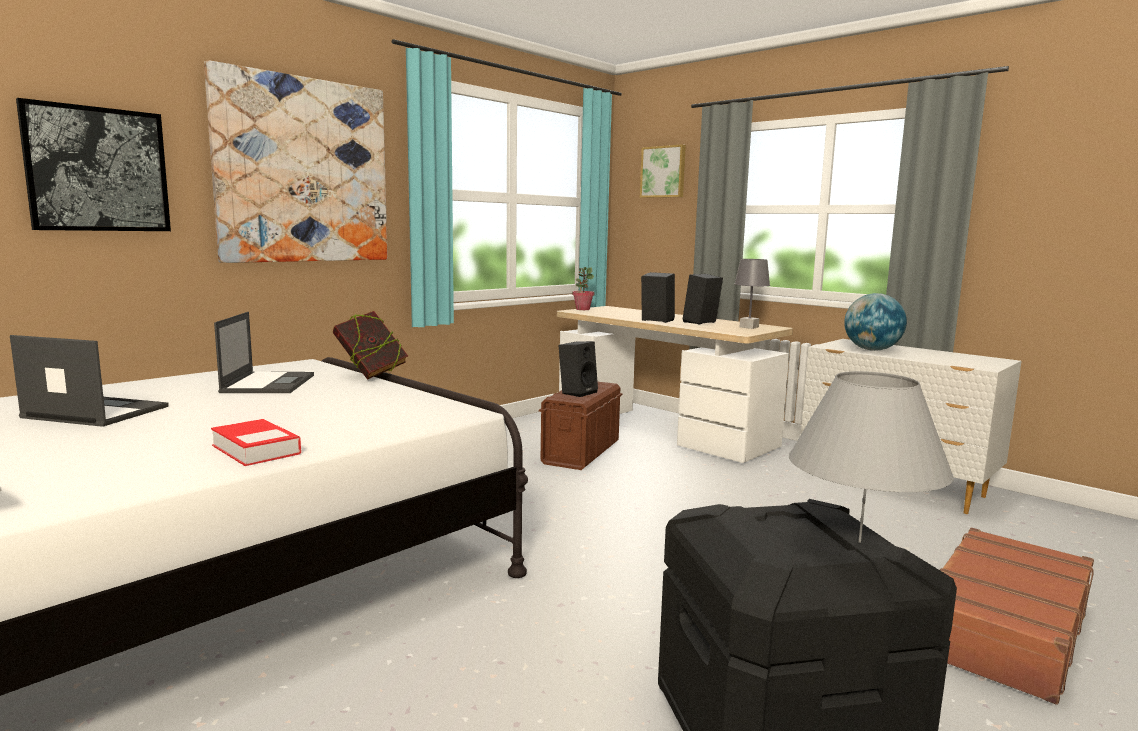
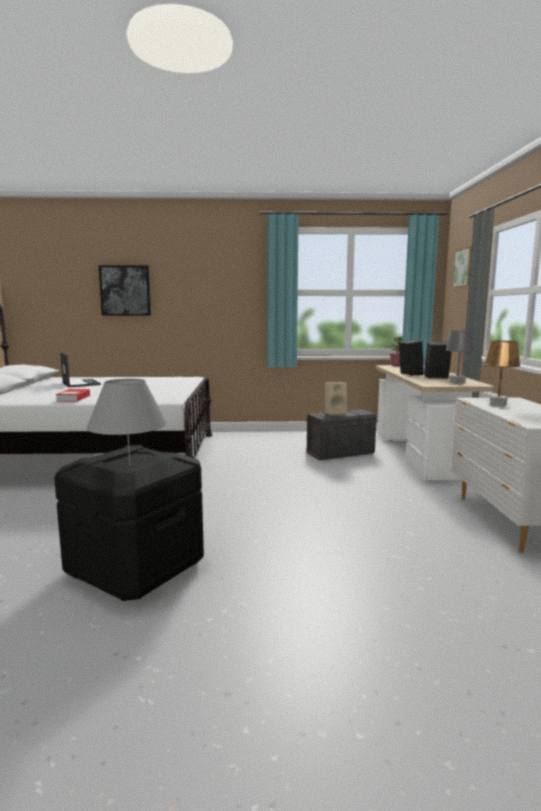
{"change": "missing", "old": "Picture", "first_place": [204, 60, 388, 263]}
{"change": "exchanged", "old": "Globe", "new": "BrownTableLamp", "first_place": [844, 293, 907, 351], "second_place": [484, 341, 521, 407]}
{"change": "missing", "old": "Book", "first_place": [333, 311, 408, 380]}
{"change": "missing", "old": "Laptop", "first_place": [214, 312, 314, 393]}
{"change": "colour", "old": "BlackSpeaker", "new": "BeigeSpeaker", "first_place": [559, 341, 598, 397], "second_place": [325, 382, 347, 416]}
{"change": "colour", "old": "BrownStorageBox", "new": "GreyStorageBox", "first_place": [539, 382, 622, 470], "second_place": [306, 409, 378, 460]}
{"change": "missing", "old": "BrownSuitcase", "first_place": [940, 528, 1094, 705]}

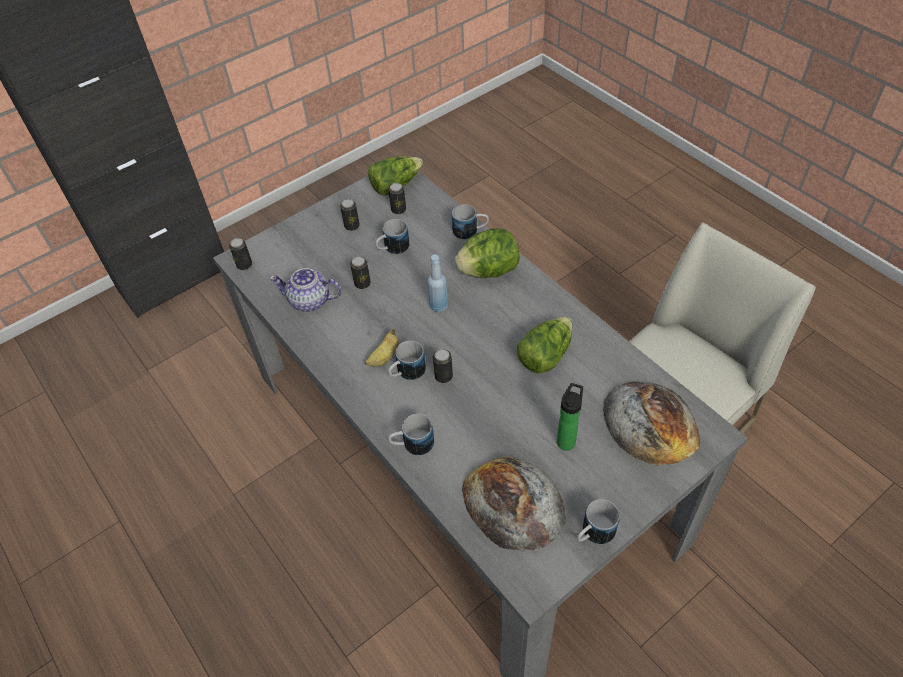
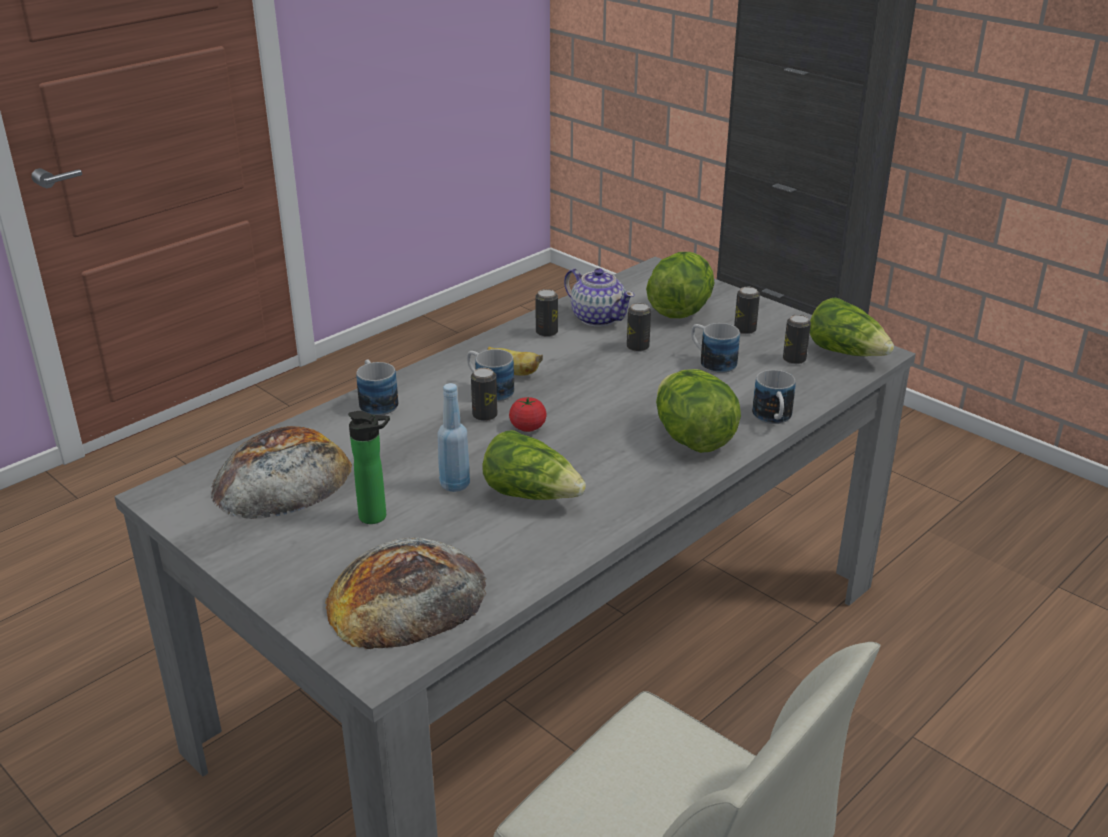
{"change": "relocated", "old": "Can", "first_place": [229, 238, 252, 270], "second_place": [535, 289, 558, 337]}
{"change": "relocated", "old": "BlueBottle", "first_place": [428, 254, 448, 312], "second_place": [437, 383, 470, 492]}
{"change": "spun", "old": "Teapot", "first_place": [269, 268, 342, 312], "second_place": [564, 268, 635, 327], "degrees": 135}
{"change": "missing", "old": "Mug", "first_place": [577, 499, 620, 544]}
{"change": "appeared", "new": "Lettuce", "second_place": [646, 252, 714, 318]}
{"change": "appeared", "new": "Tomato", "second_place": [509, 397, 547, 432]}

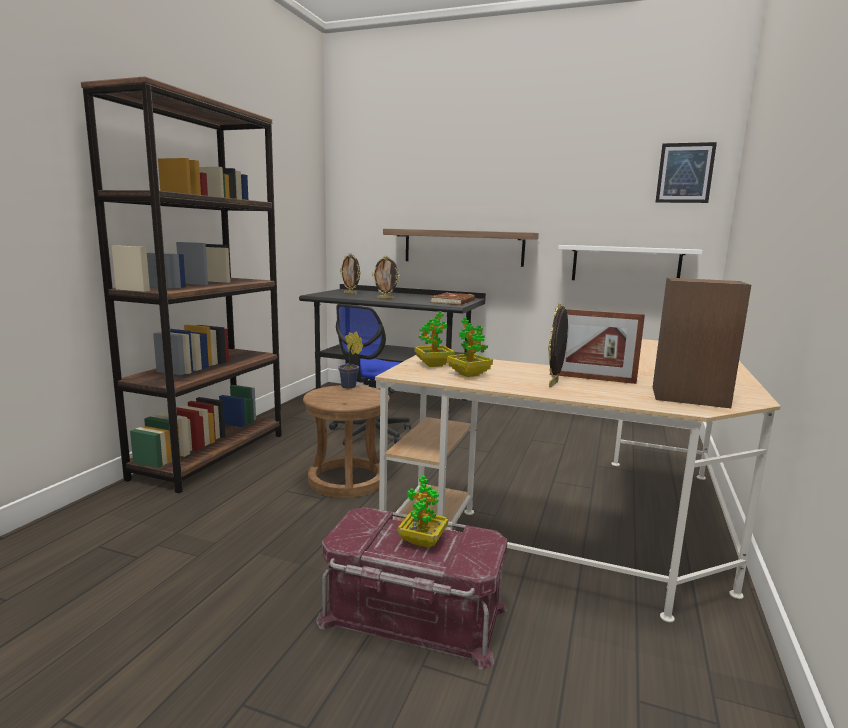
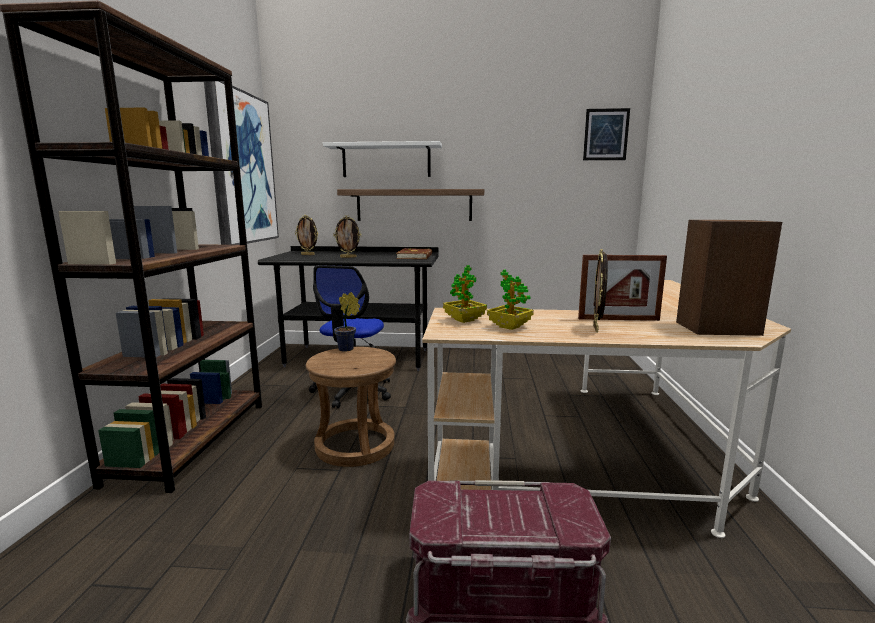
{"change": "relocated", "old": "WhiteShelf", "first_place": [558, 245, 703, 280], "second_place": [323, 141, 442, 177]}
{"change": "missing", "old": "PottedPlant", "first_place": [398, 476, 448, 547]}
{"change": "appeared", "new": "Picture", "second_place": [204, 81, 279, 245]}

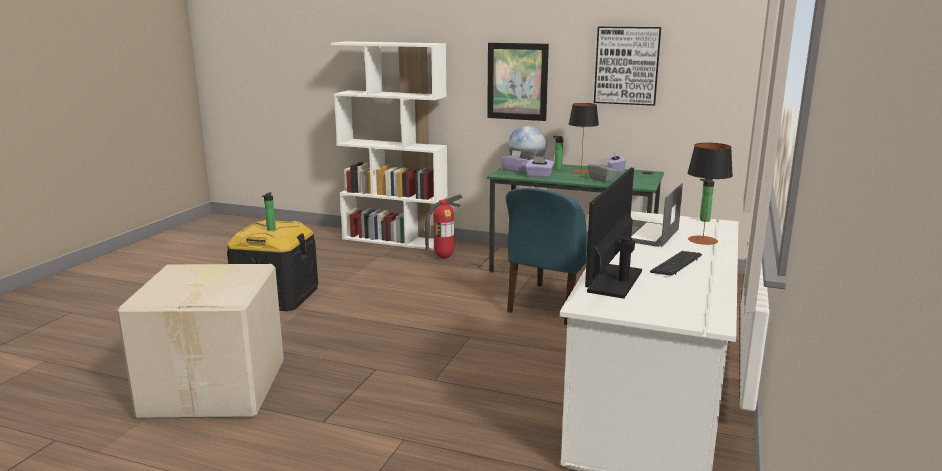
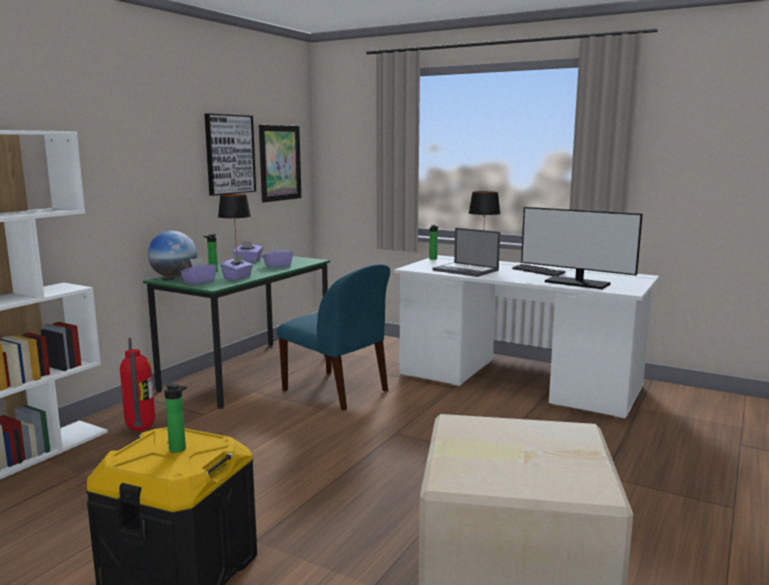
{"change": "relocated", "old": "Picture", "first_place": [487, 43, 549, 121], "second_place": [259, 125, 301, 203]}
{"change": "colour", "old": "GreyTissueBox", "new": "PurpleTissueBox", "first_place": [588, 158, 618, 182], "second_place": [262, 244, 293, 268]}

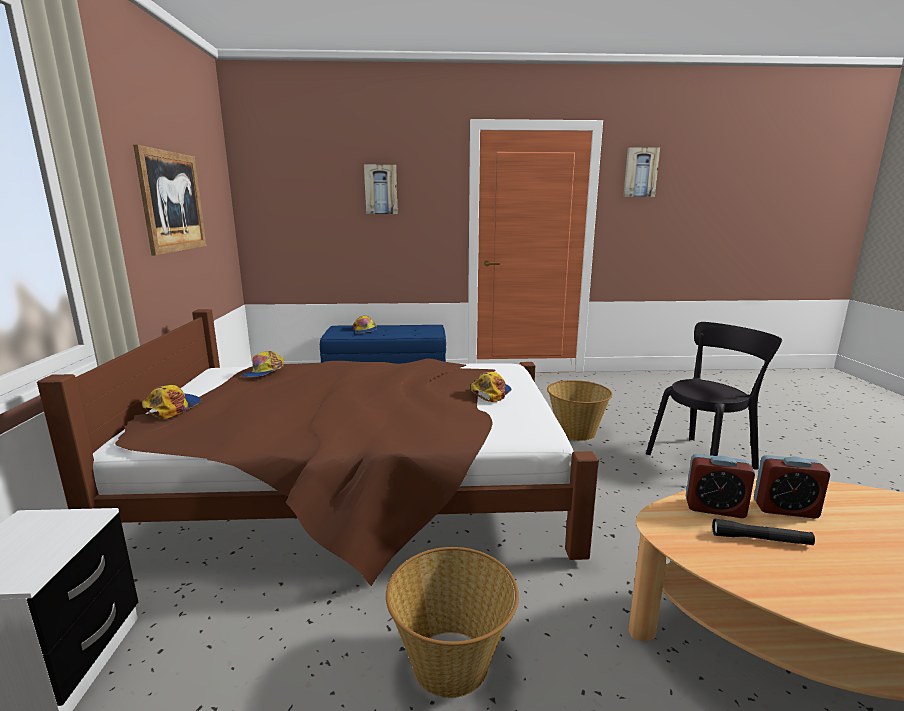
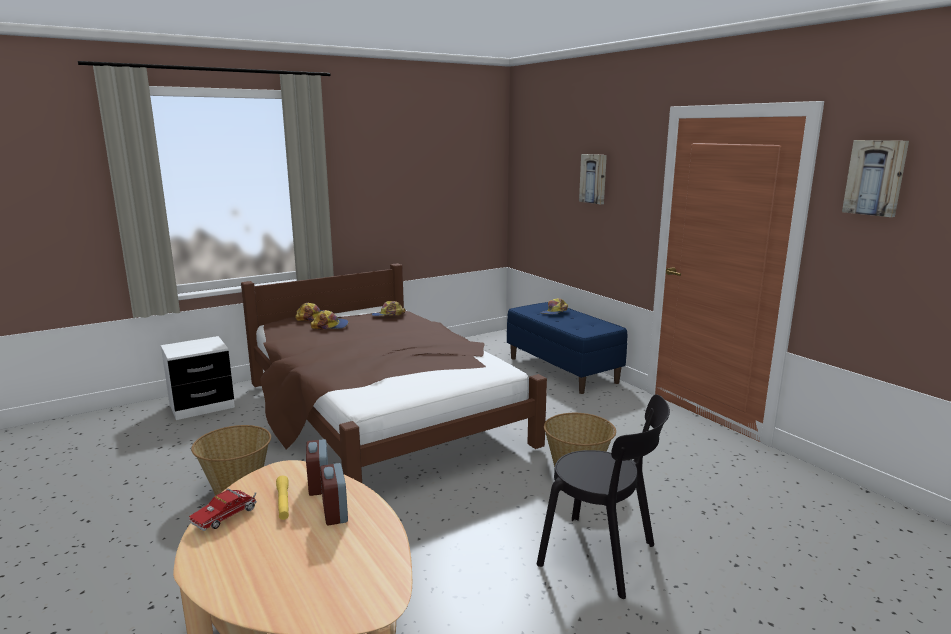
{"change": "missing", "old": "Picture", "first_place": [133, 145, 207, 255]}
{"change": "relocated", "old": "Cap", "first_place": [471, 372, 512, 402], "second_place": [310, 310, 349, 330]}
{"change": "colour", "old": "BlackFlashlight", "new": "YellowFlashlight", "first_place": [712, 518, 815, 545], "second_place": [276, 476, 289, 520]}
{"change": "appeared", "new": "ToyTruck", "second_place": [189, 488, 257, 531]}

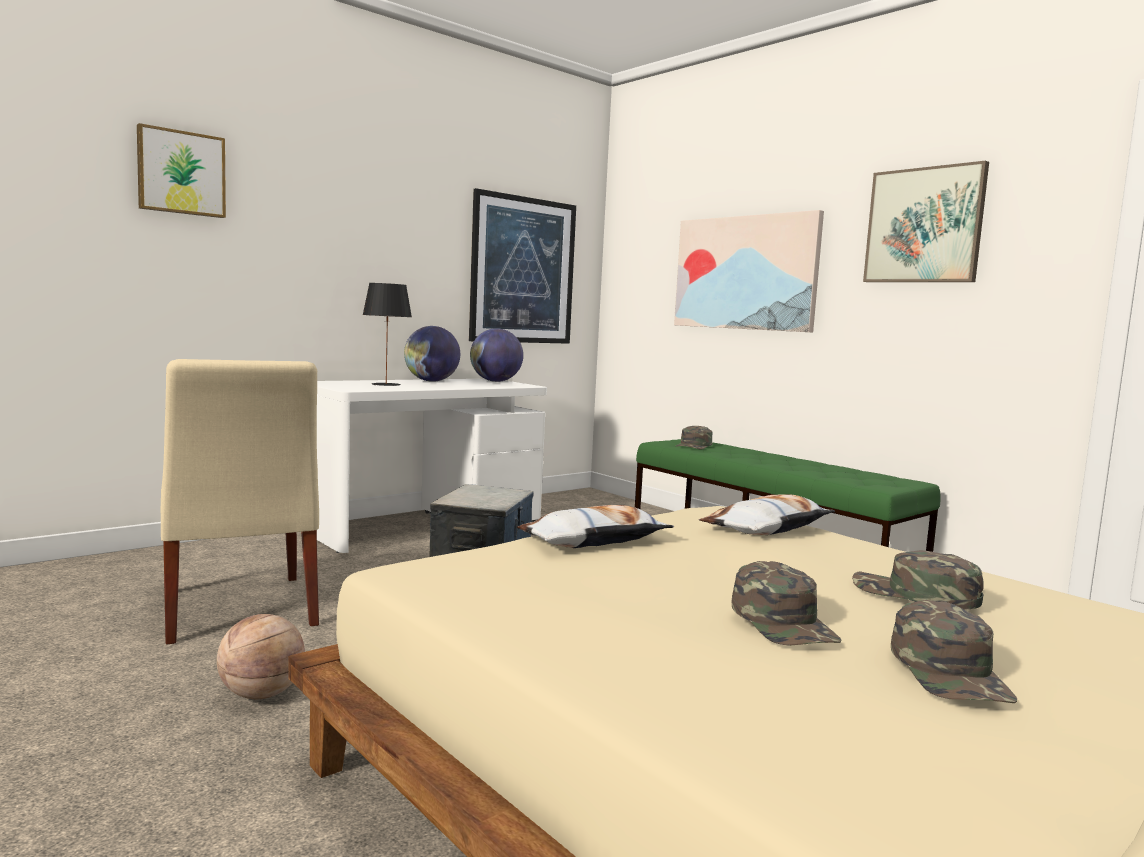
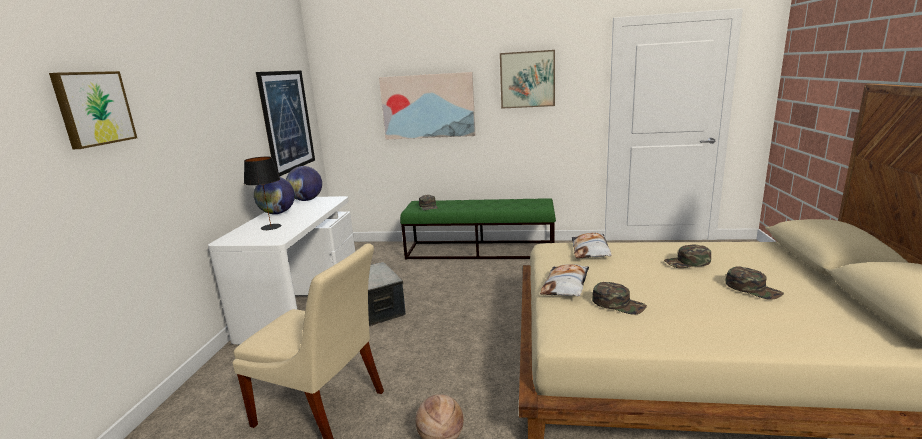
{"change": "relocated", "old": "GreenCap", "first_place": [732, 561, 841, 646], "second_place": [592, 282, 647, 315]}

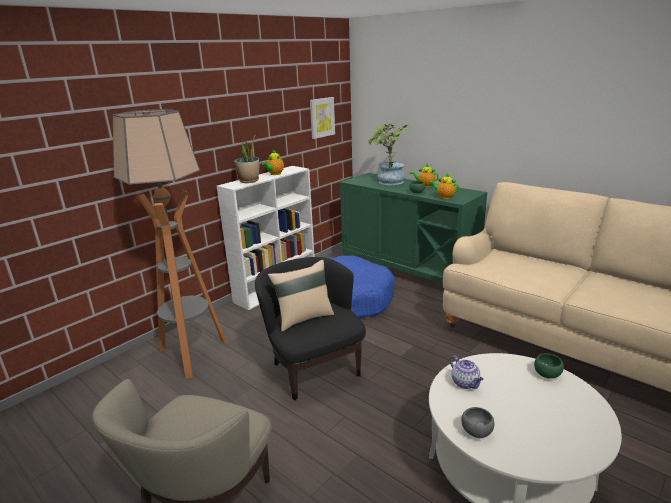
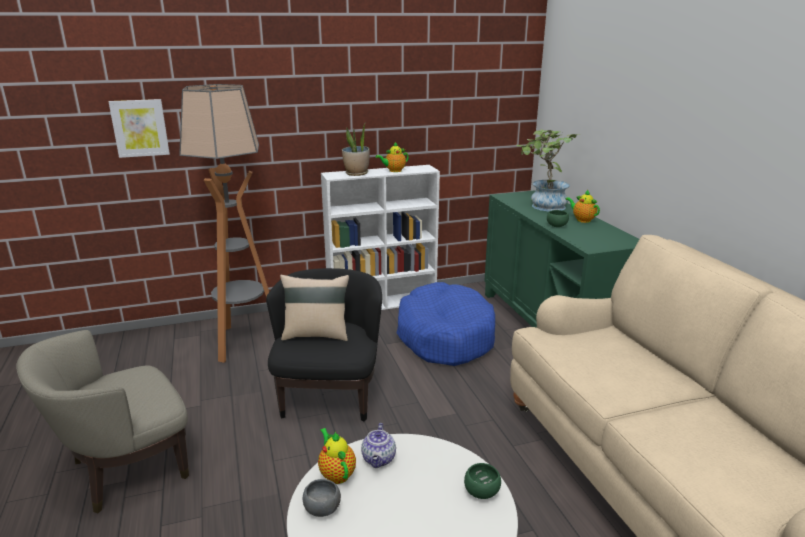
{"change": "relocated", "old": "Picture", "first_place": [310, 97, 335, 139], "second_place": [109, 99, 170, 158]}
{"change": "relocated", "old": "Teapot", "first_place": [429, 173, 459, 199], "second_place": [318, 428, 356, 484]}

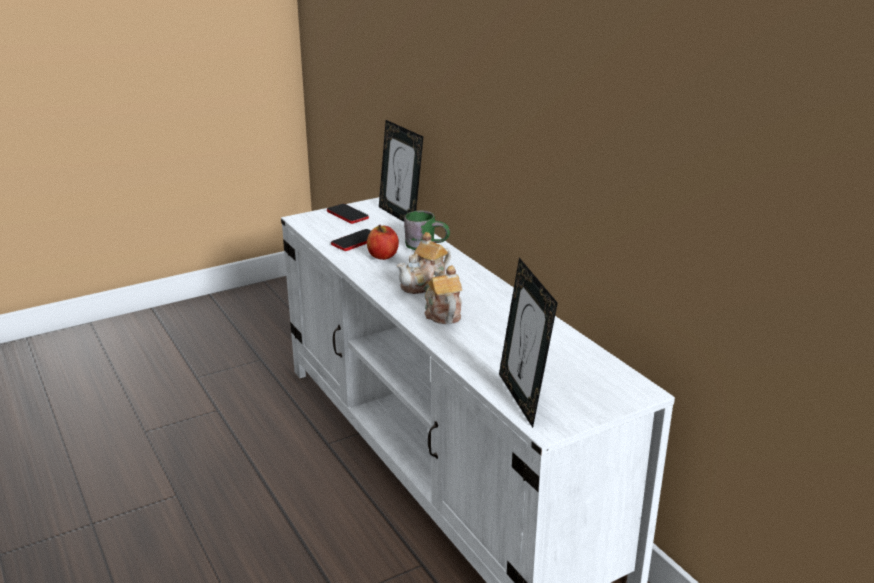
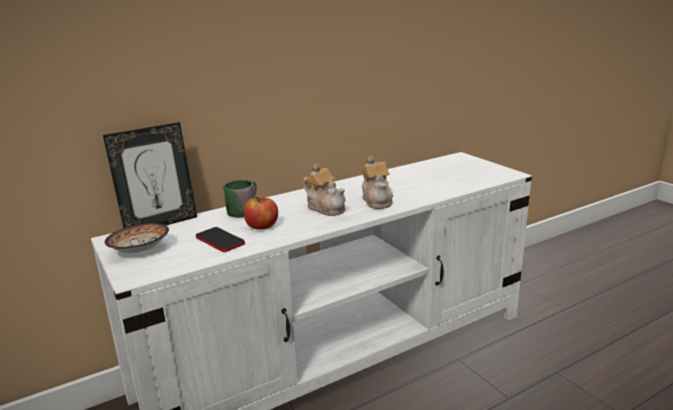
{"change": "exchanged", "old": "Phone", "new": "Bowl", "first_place": [327, 204, 369, 224], "second_place": [105, 223, 169, 253]}
{"change": "missing", "old": "PictureFrame", "first_place": [499, 258, 558, 428]}
{"change": "spun", "old": "Teapot", "first_place": [425, 265, 462, 324], "second_place": [361, 156, 393, 209], "degrees": -90}

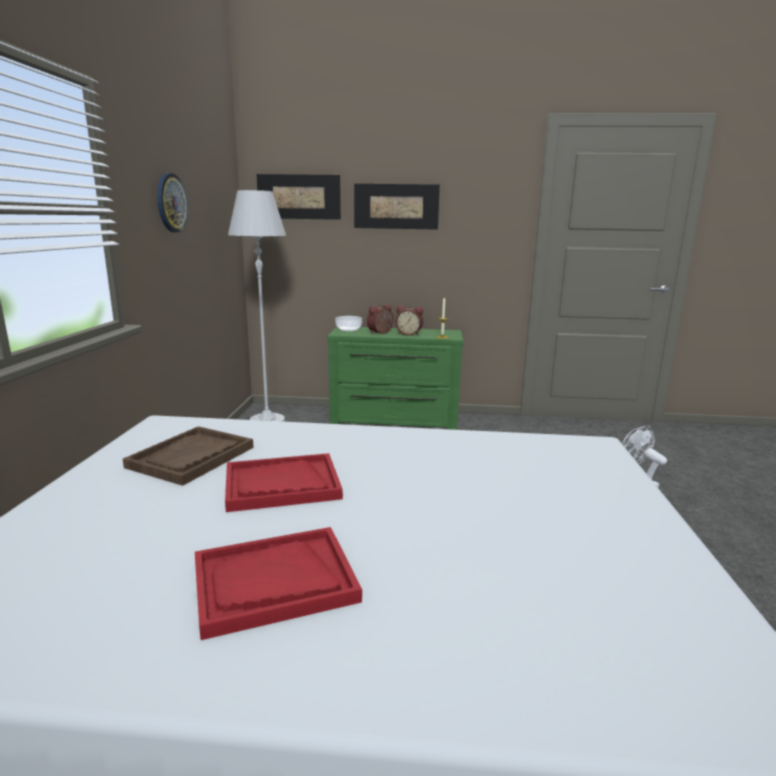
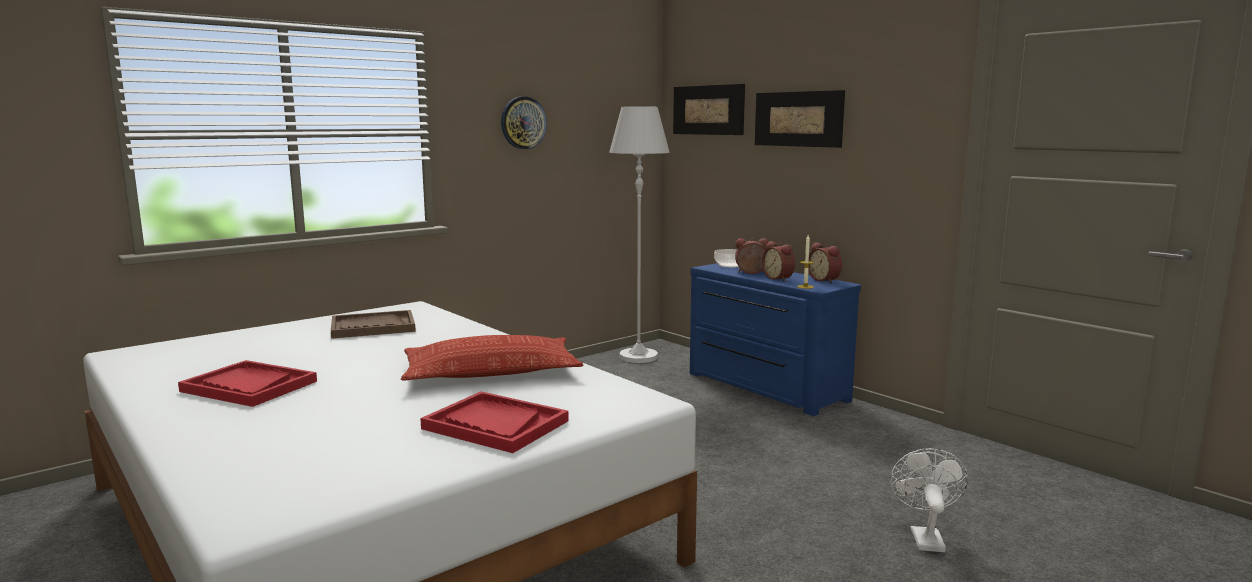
{"change": "colour", "old": "GreenDresser", "new": "BlueDresser", "first_place": [327, 327, 463, 430], "second_place": [690, 263, 861, 416]}
{"change": "relocated", "old": "RedTray", "first_place": [225, 453, 343, 512], "second_place": [420, 391, 569, 453]}
{"change": "appeared", "new": "AlarmClock", "second_place": [809, 242, 842, 283]}
{"change": "appeared", "new": "Pillow", "second_place": [401, 335, 583, 381]}

